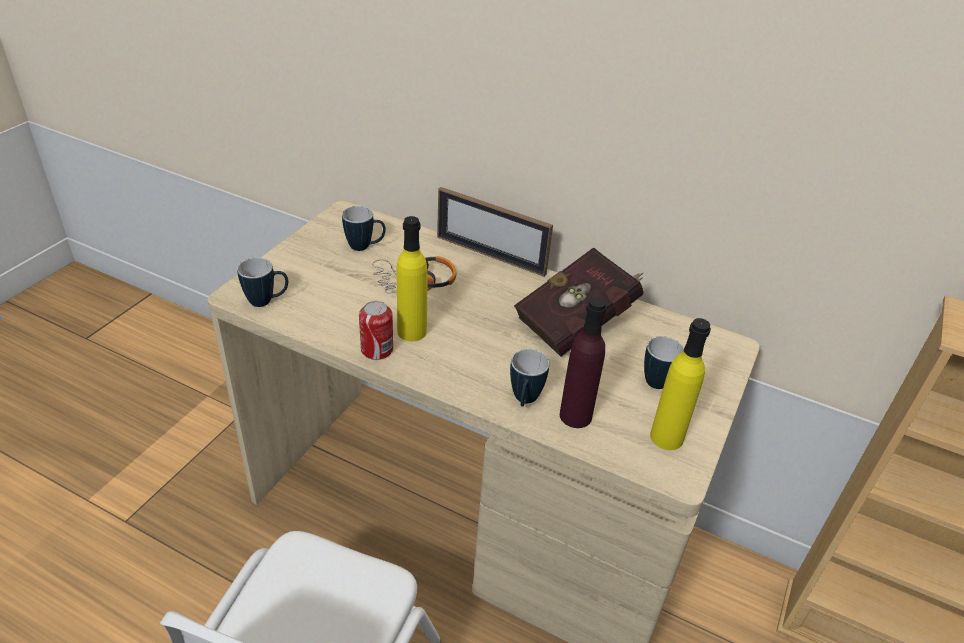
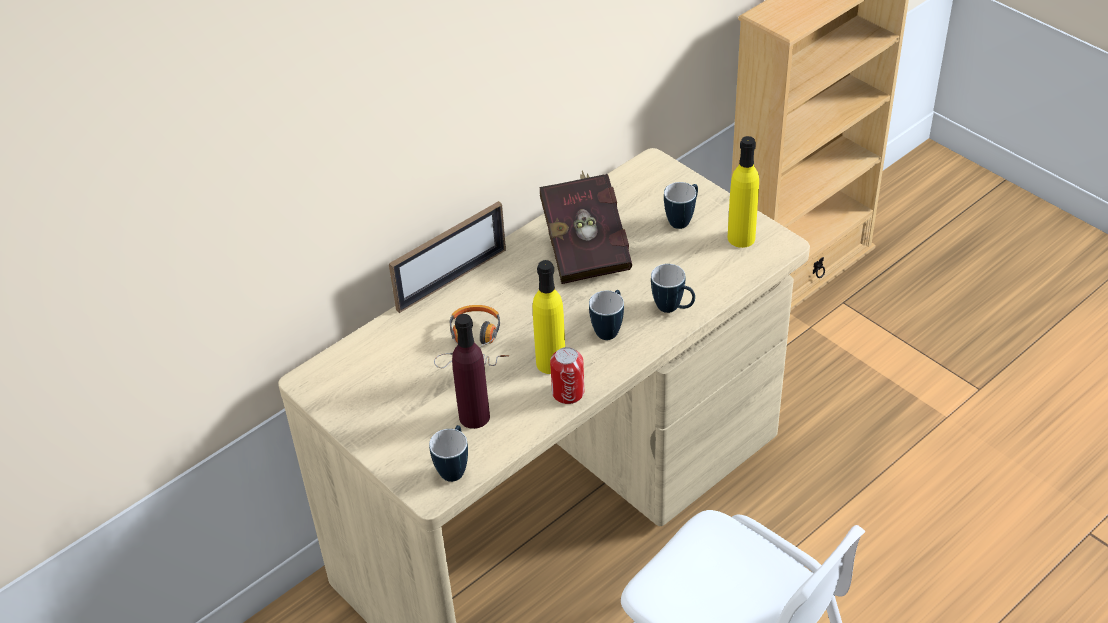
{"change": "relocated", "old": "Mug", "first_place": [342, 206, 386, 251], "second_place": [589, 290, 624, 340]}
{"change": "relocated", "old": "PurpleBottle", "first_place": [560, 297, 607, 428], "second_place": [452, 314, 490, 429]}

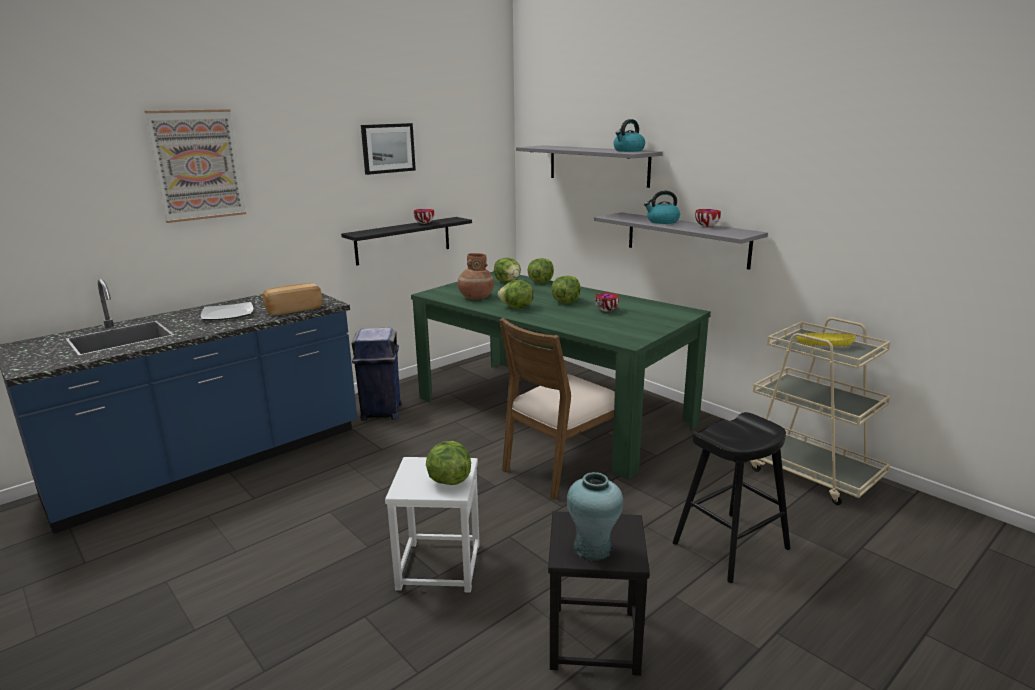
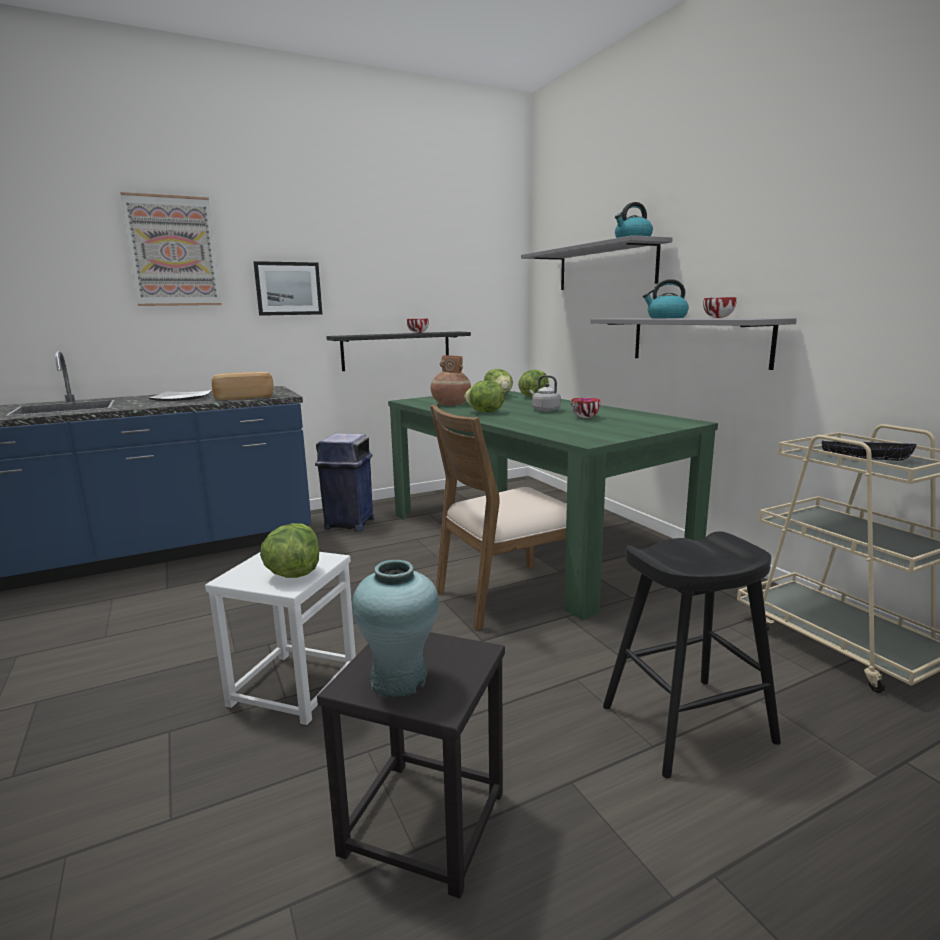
{"change": "relocated", "old": "Picture", "first_place": [361, 123, 416, 175], "second_place": [254, 261, 322, 316]}
{"change": "exchanged", "old": "Lettuce", "new": "GreyKettle", "first_place": [551, 276, 580, 303], "second_place": [529, 375, 561, 412]}
{"change": "colour", "old": "YellowBowl", "new": "BlackBowl", "first_place": [796, 333, 856, 347], "second_place": [822, 440, 917, 461]}

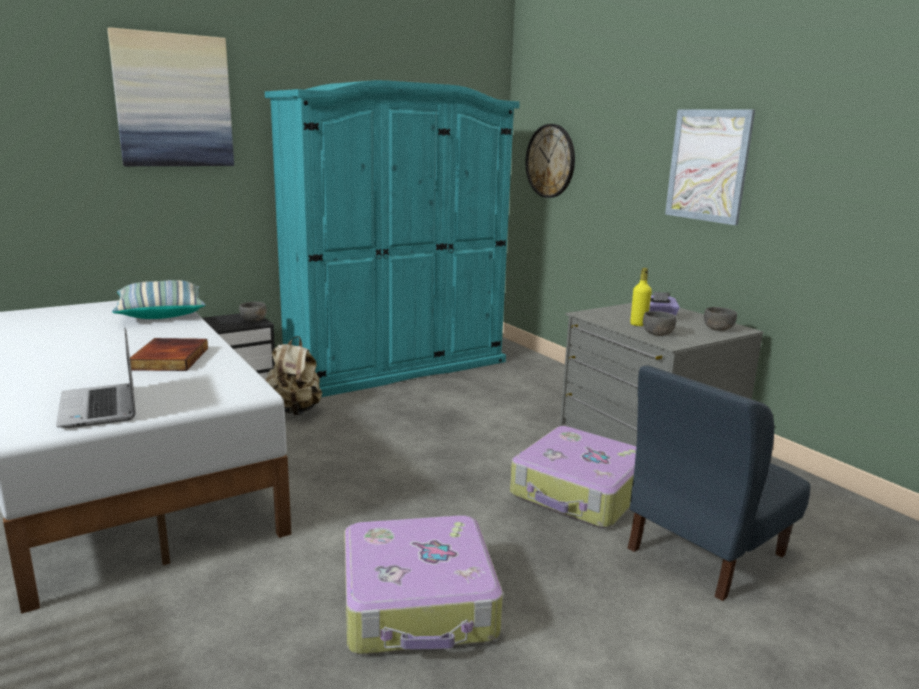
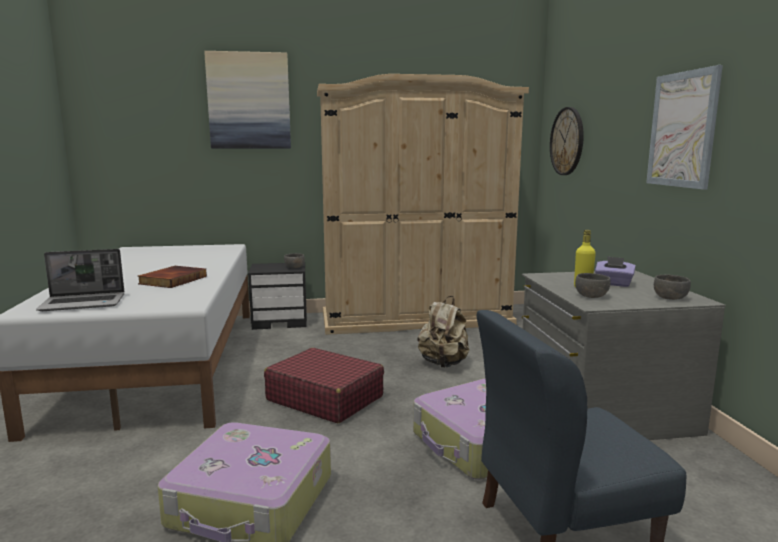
{"change": "colour", "old": "TurquoiseWardrobe", "new": "BeigeWardrobe", "first_place": [265, 80, 520, 397], "second_place": [317, 74, 529, 335]}
{"change": "missing", "old": "Pillow", "first_place": [112, 280, 206, 319]}
{"change": "spun", "old": "Laptop", "first_place": [56, 327, 136, 428], "second_place": [36, 249, 124, 311], "degrees": -105}
{"change": "relocated", "old": "BeigeBackpack", "first_place": [265, 336, 322, 416], "second_place": [418, 296, 469, 367]}
{"change": "appeared", "new": "RedSuitcase", "second_place": [264, 348, 384, 423]}

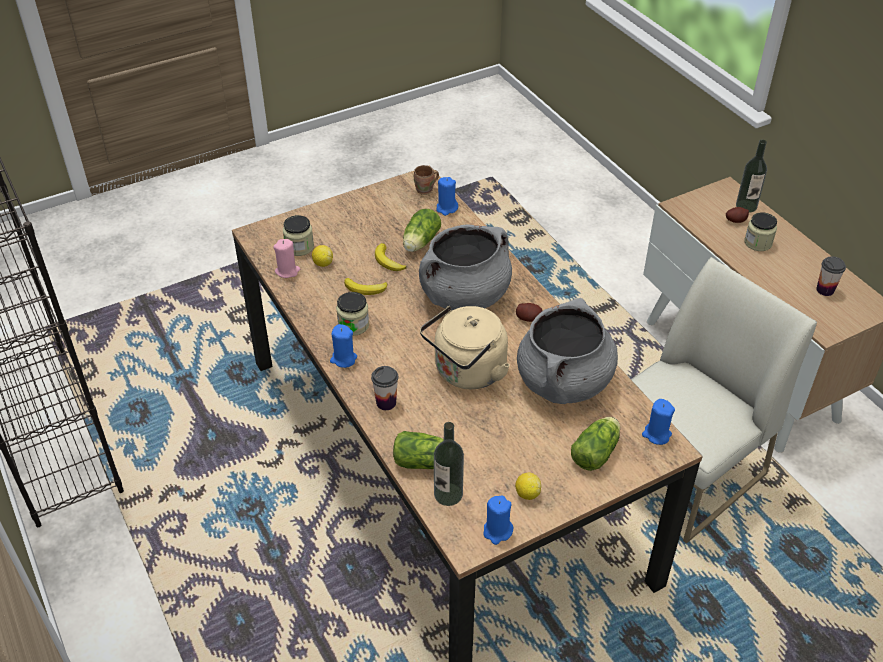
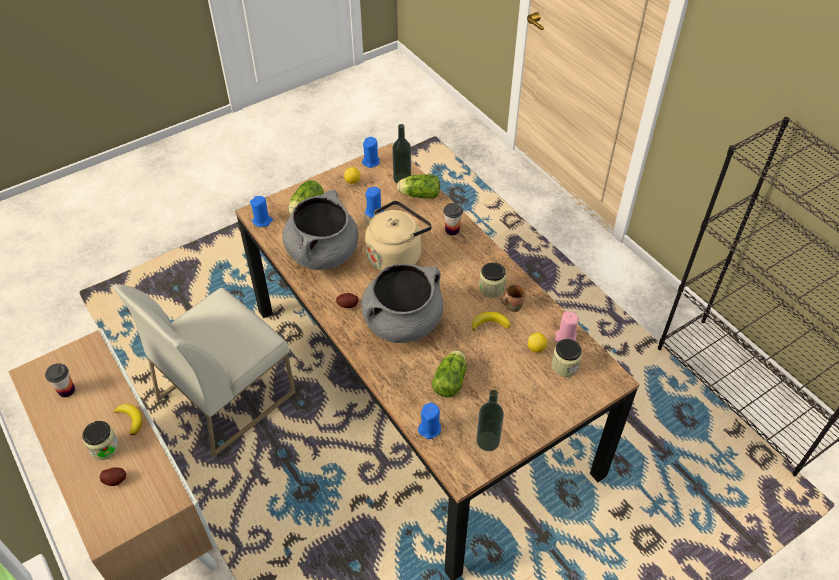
{"change": "relocated", "old": "Bottle", "first_place": [736, 140, 767, 213], "second_place": [476, 390, 504, 451]}
{"change": "relocated", "old": "BrownMug", "first_place": [414, 165, 439, 195], "second_place": [501, 284, 525, 312]}
{"change": "relocated", "old": "Banana", "first_place": [375, 243, 407, 271], "second_place": [114, 404, 142, 435]}
{"change": "relocated", "old": "BlueCandle", "first_place": [330, 324, 357, 368], "second_place": [365, 187, 384, 218]}

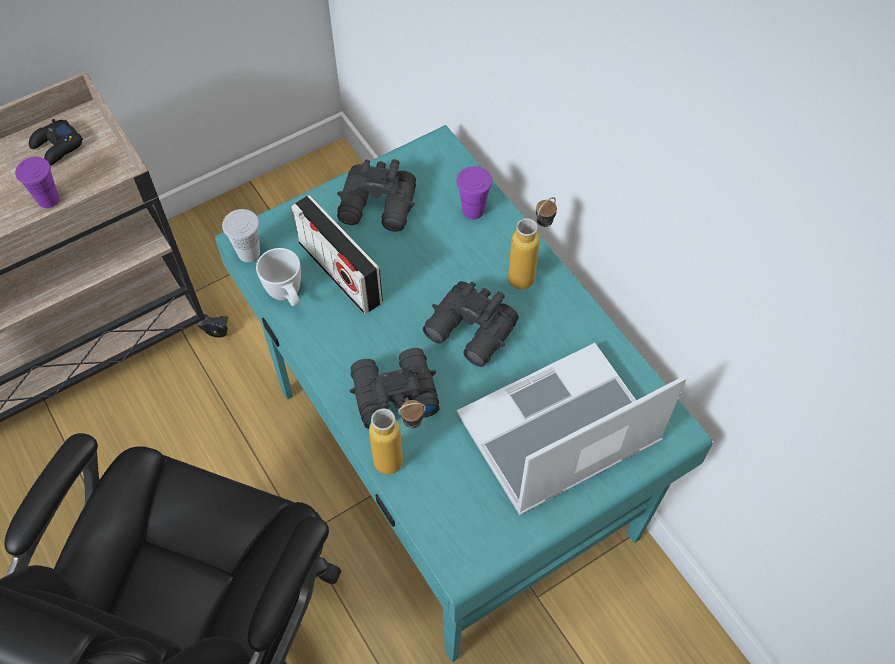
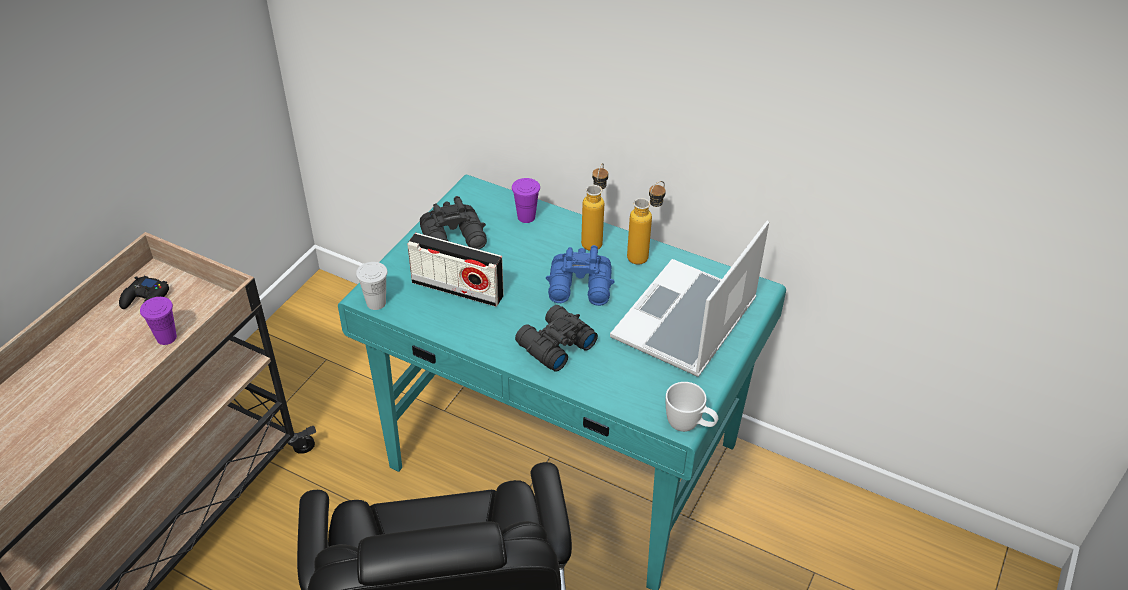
{"change": "relocated", "old": "WhiteMug", "first_place": [256, 248, 301, 306], "second_place": [666, 382, 718, 432]}
{"change": "colour", "old": "BlackBinoculars", "new": "BlueBinoculars", "first_place": [423, 281, 519, 367], "second_place": [546, 245, 615, 306]}
{"change": "relocated", "old": "Bottle", "first_place": [369, 400, 426, 474], "second_place": [627, 181, 666, 265]}

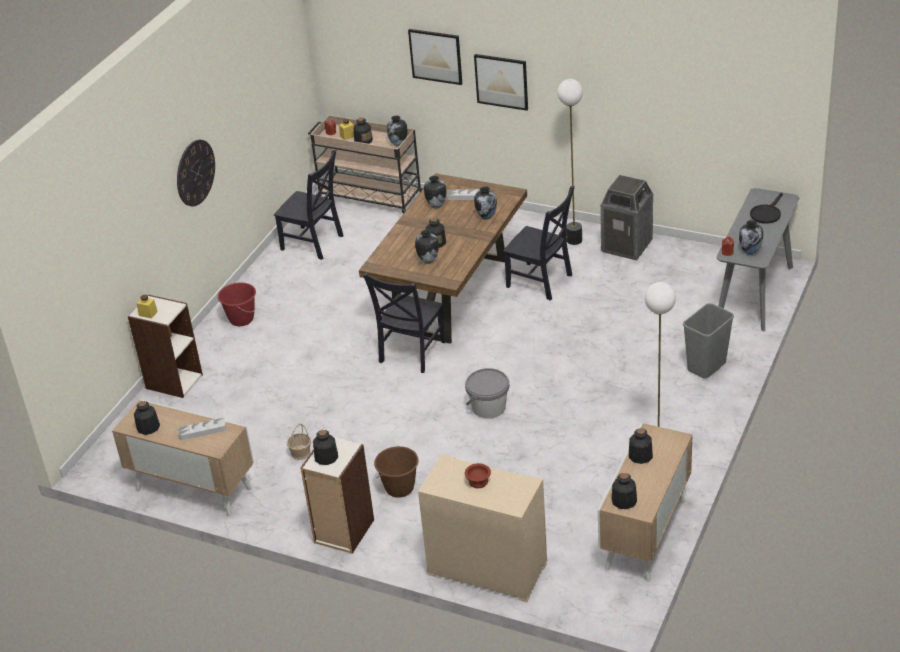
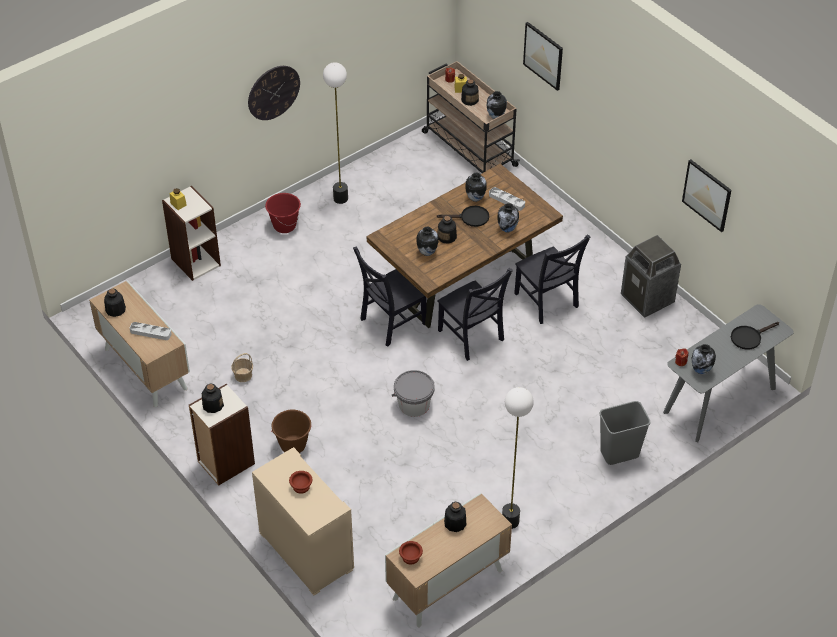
{"change": "relocated", "old": "Picture", "first_place": [474, 54, 528, 111], "second_place": [682, 159, 731, 232]}
{"change": "relocated", "old": "FloorLamp", "first_place": [557, 79, 583, 245], "second_place": [323, 62, 348, 204]}
{"change": "relocated", "old": "BlackChair", "first_place": [274, 150, 343, 260], "second_place": [437, 268, 513, 361]}
{"change": "exchanged", "old": "Bottle", "new": "BrownBowl", "first_place": [612, 473, 637, 509], "second_place": [399, 541, 423, 564]}
{"change": "appeared", "new": "BlackFryingPan", "second_place": [437, 206, 489, 227]}

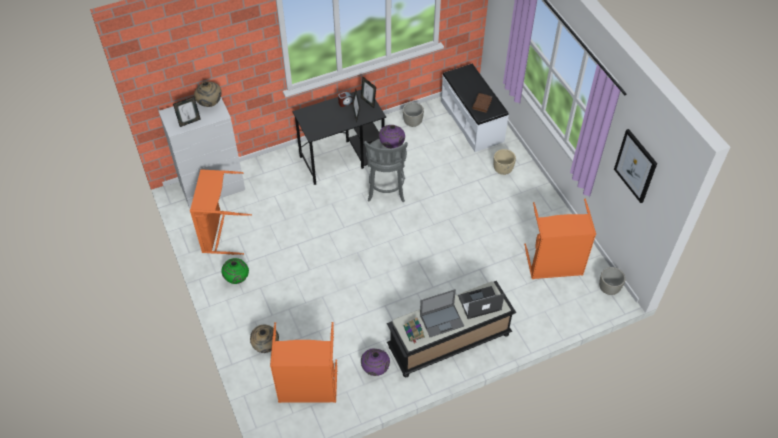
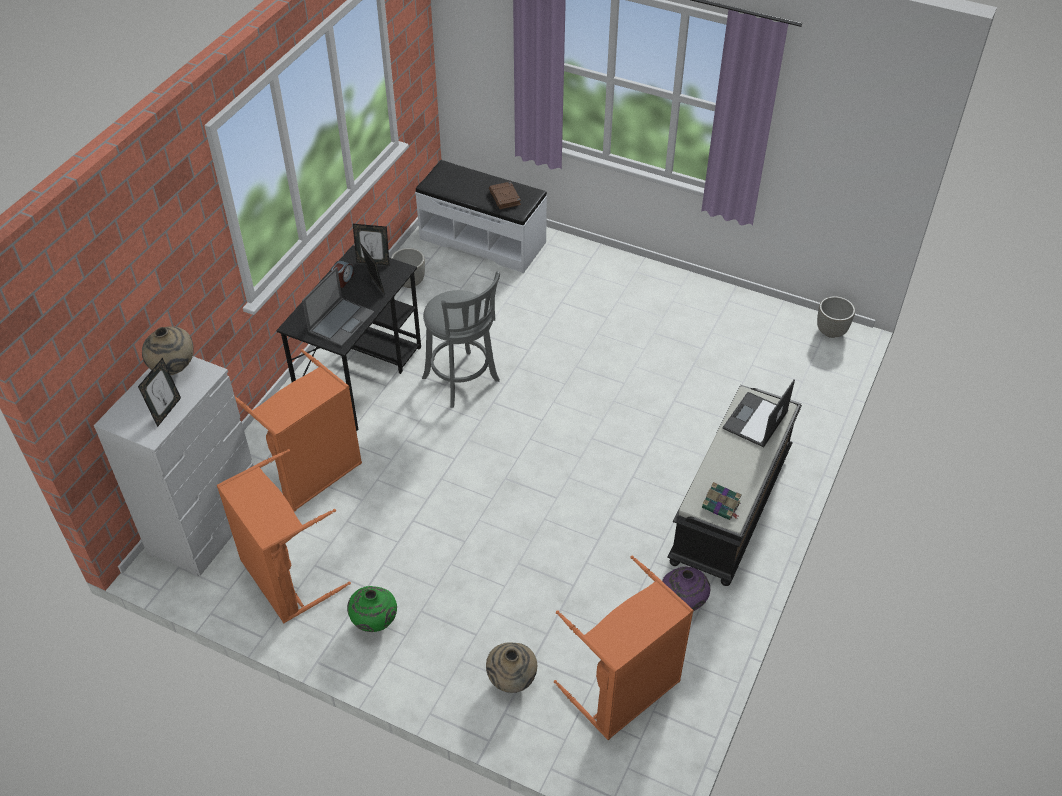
{"change": "missing", "old": "PurpleVase", "first_place": [379, 125, 405, 149]}
{"change": "missing", "old": "Picture", "first_place": [614, 129, 657, 203]}
{"change": "missing", "old": "BeigePlanter", "first_place": [493, 149, 516, 175]}
{"change": "relocated", "old": "OrangeLaundryBasket", "first_place": [524, 199, 596, 279], "second_place": [234, 349, 362, 511]}
{"change": "relocated", "old": "Laptop", "first_place": [420, 289, 464, 337], "second_place": [302, 267, 374, 346]}

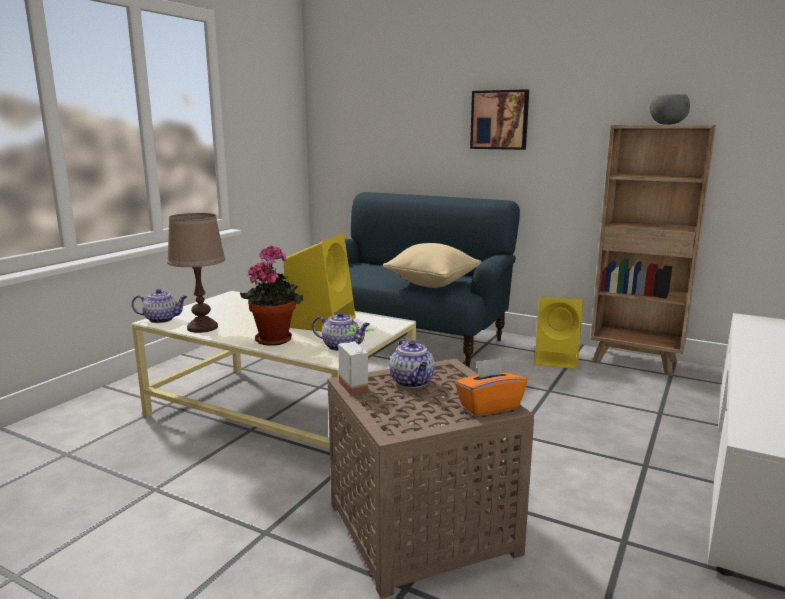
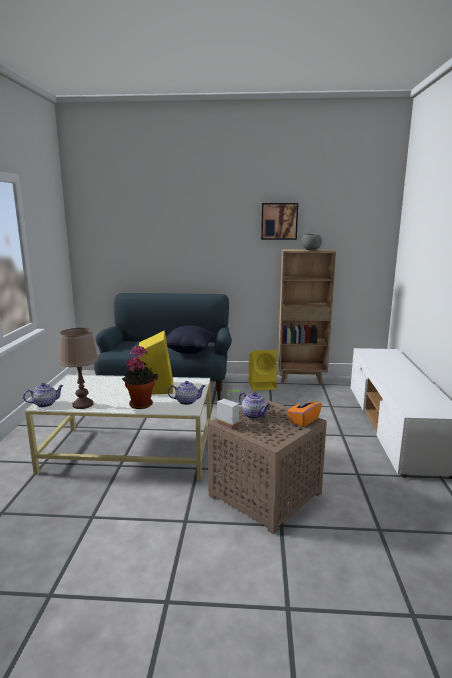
{"change": "relocated", "old": "Picture", "first_place": [470, 89, 529, 150], "second_place": [261, 203, 298, 240]}
{"change": "colour", "old": "BeigePillow", "new": "BlackPillow", "first_place": [383, 243, 481, 288], "second_place": [166, 325, 216, 354]}

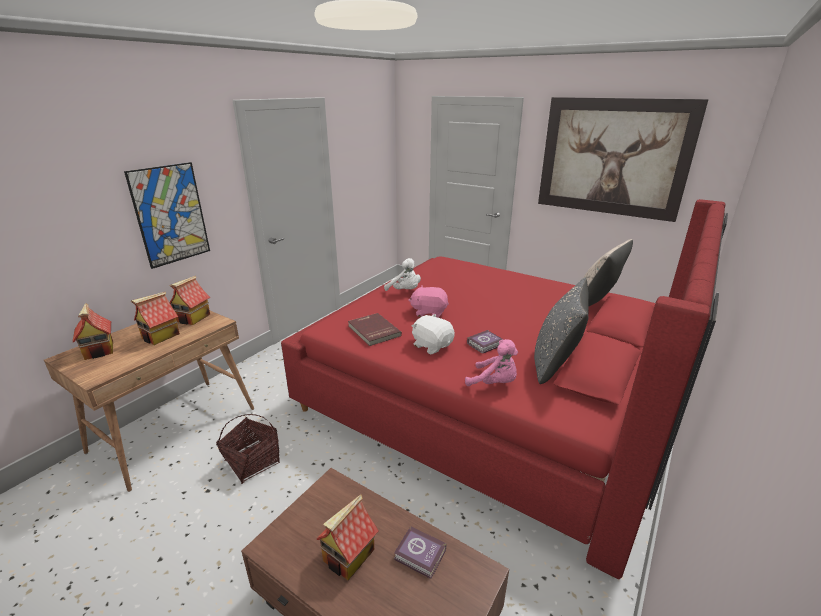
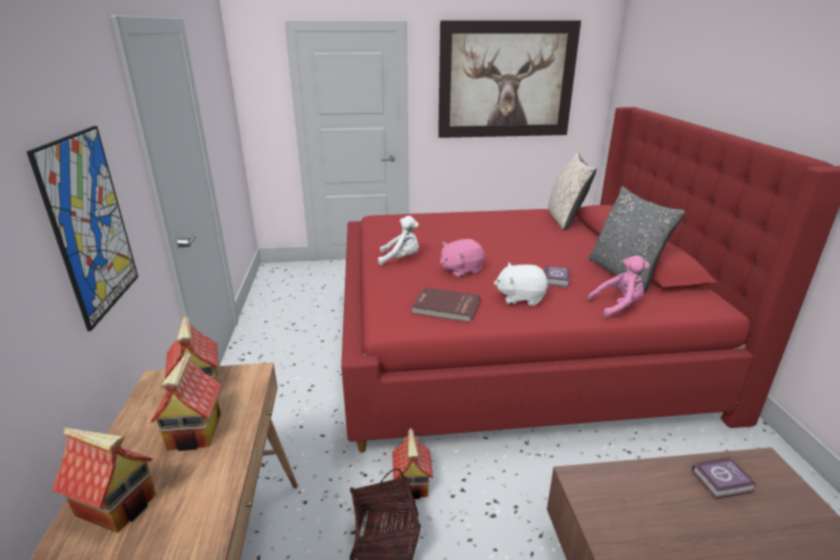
{"change": "relocated", "old": "ToyHouse", "first_place": [316, 494, 378, 580], "second_place": [392, 428, 433, 499]}

